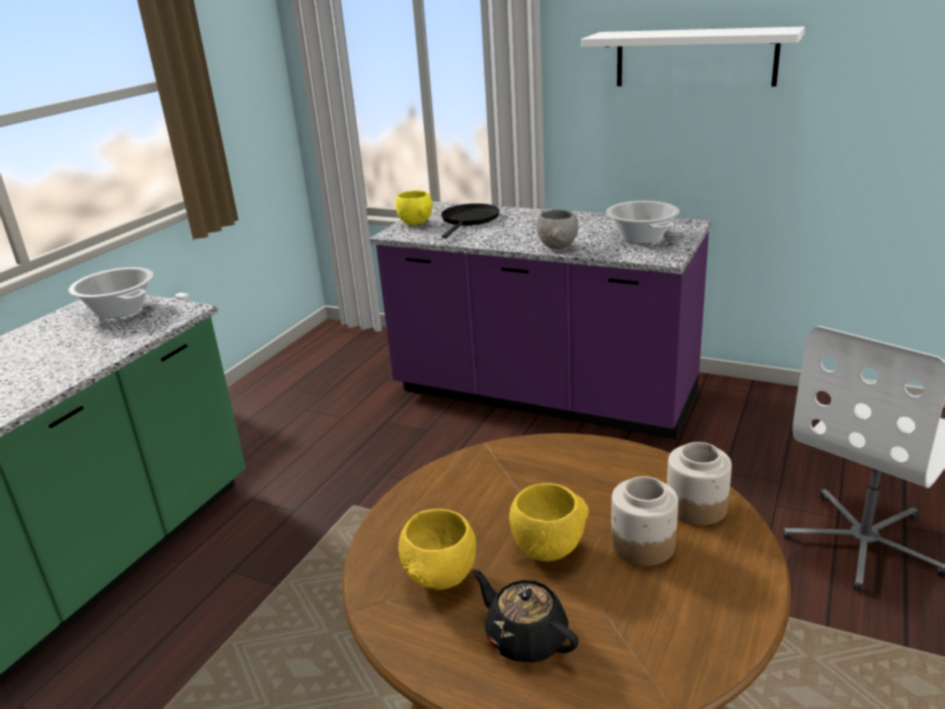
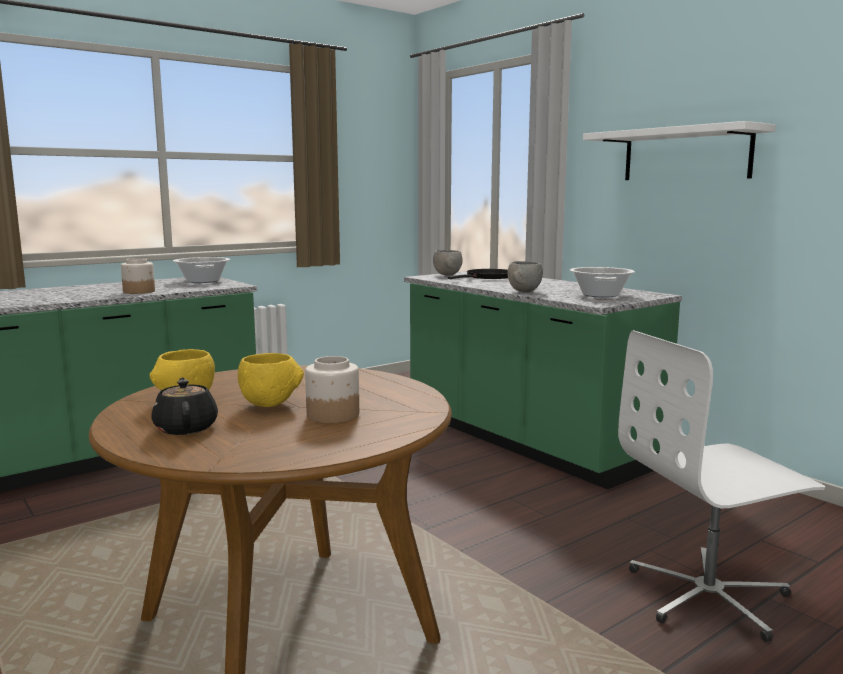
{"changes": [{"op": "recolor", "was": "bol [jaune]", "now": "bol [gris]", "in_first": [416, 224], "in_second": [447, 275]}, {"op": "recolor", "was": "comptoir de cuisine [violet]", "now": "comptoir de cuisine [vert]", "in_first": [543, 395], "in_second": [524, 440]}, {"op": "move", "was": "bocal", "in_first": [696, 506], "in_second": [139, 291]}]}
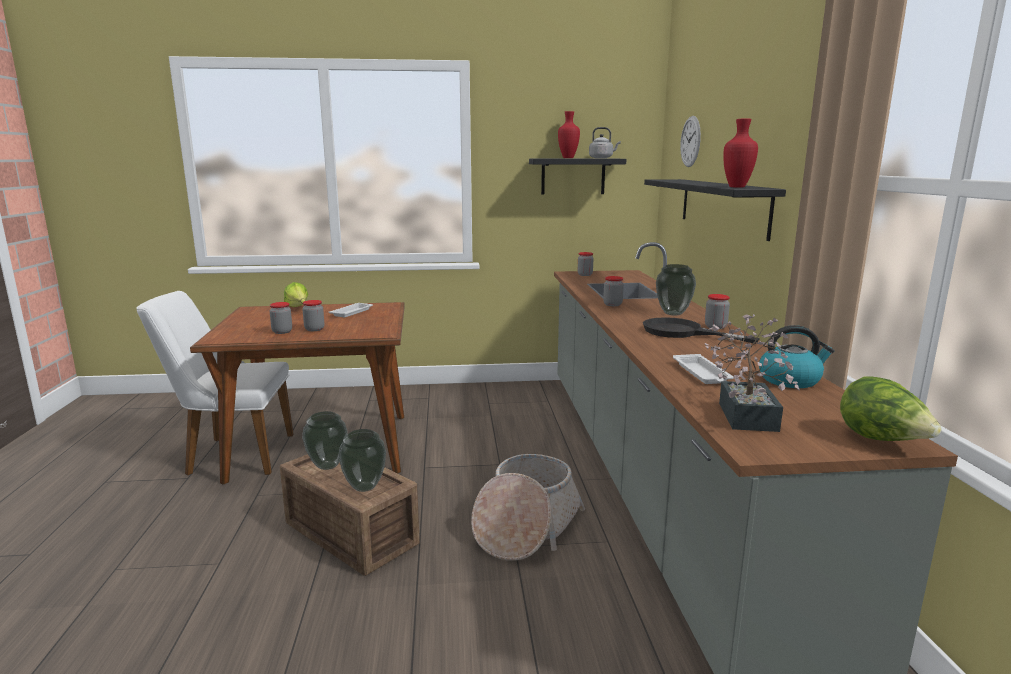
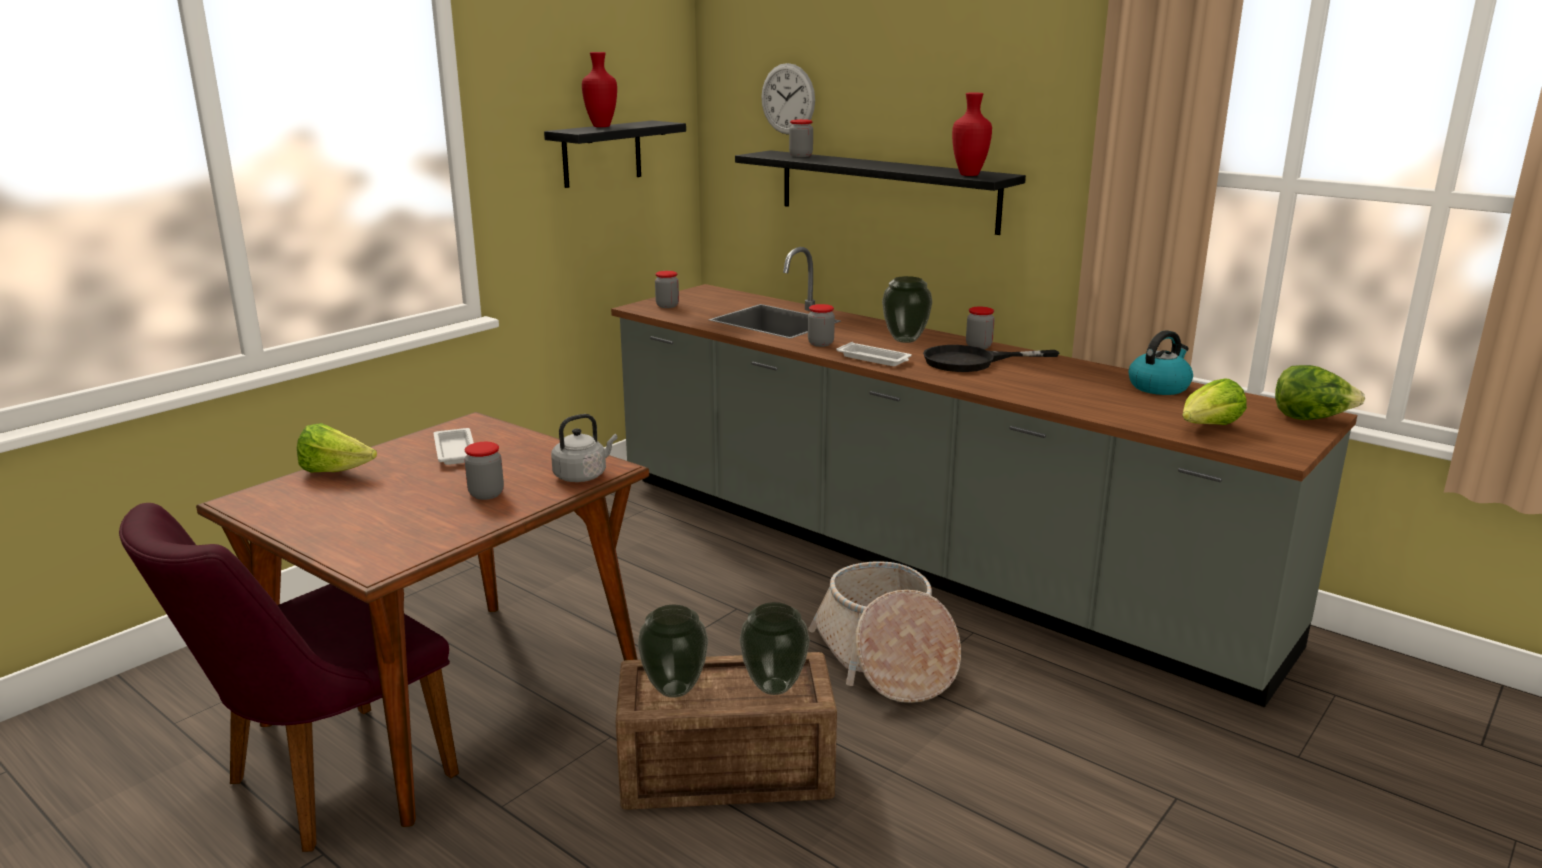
{"changes": [{"op": "move", "was": "bouilloire [gris]", "in_first": [602, 158], "in_second": [583, 475]}, {"op": "recolor", "was": "chaise [blanc]", "now": "chaise [violet]", "in_first": [231, 454], "in_second": [321, 785]}, {"op": "move", "was": "bocal", "in_first": [282, 331], "in_second": [801, 156]}, {"op": "replace", "was": "plante en pot", "now": "laitue", "in_first": [746, 413], "in_second": [1208, 427]}, {"op": "move", "was": "plateau [blanc]", "in_first": [702, 373], "in_second": [875, 359]}]}
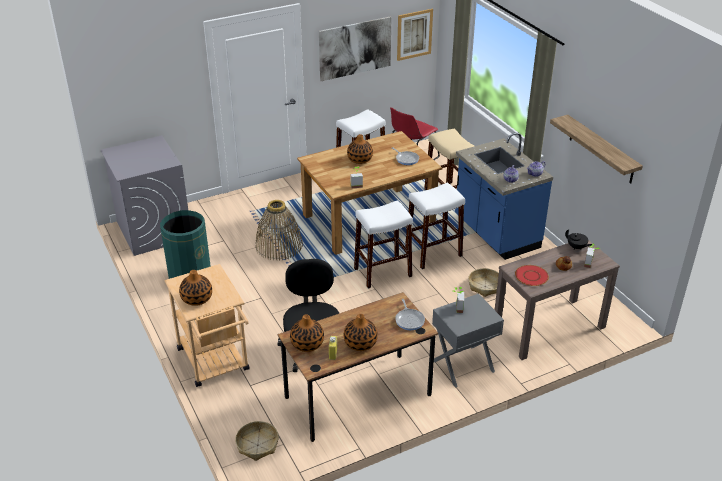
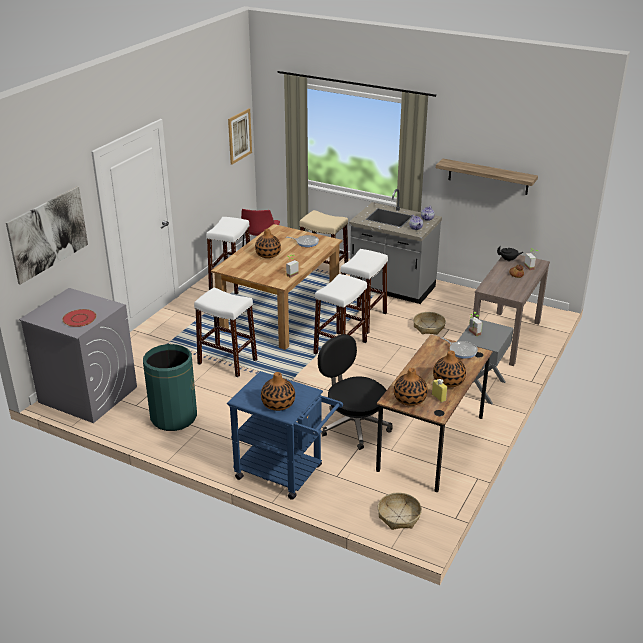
{"changes": [{"op": "move", "was": "tableau", "in_first": [355, 48], "in_second": [48, 234]}, {"op": "recolor", "was": "comptoir de cuisine [bleu]", "now": "comptoir de cuisine [gris]", "in_first": [495, 234], "in_second": [392, 288]}, {"op": "replace", "was": "panier", "now": "tabouret [blanc]", "in_first": [279, 246], "in_second": [227, 361]}, {"op": "recolor", "was": "chariot [beige]", "now": "chariot [bleu]", "in_first": [215, 363], "in_second": [285, 474]}, {"op": "move", "was": "assiette [rouge]", "in_first": [531, 276], "in_second": [79, 318]}]}
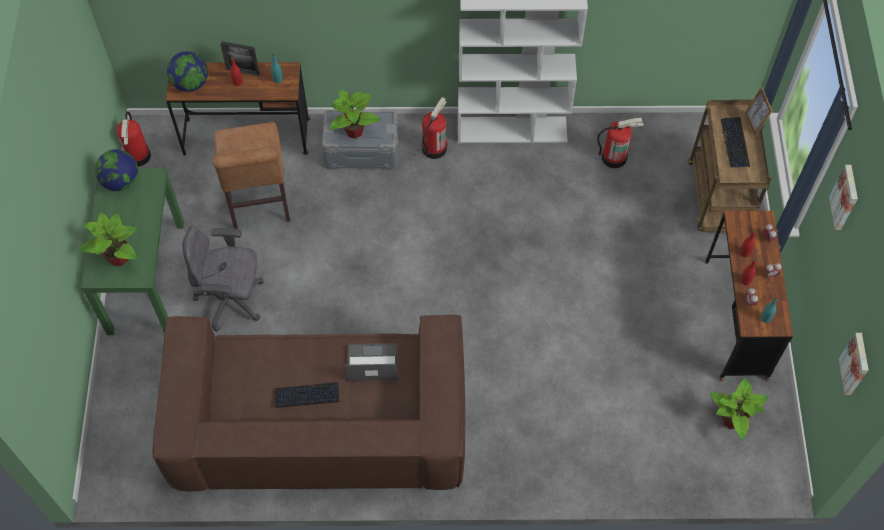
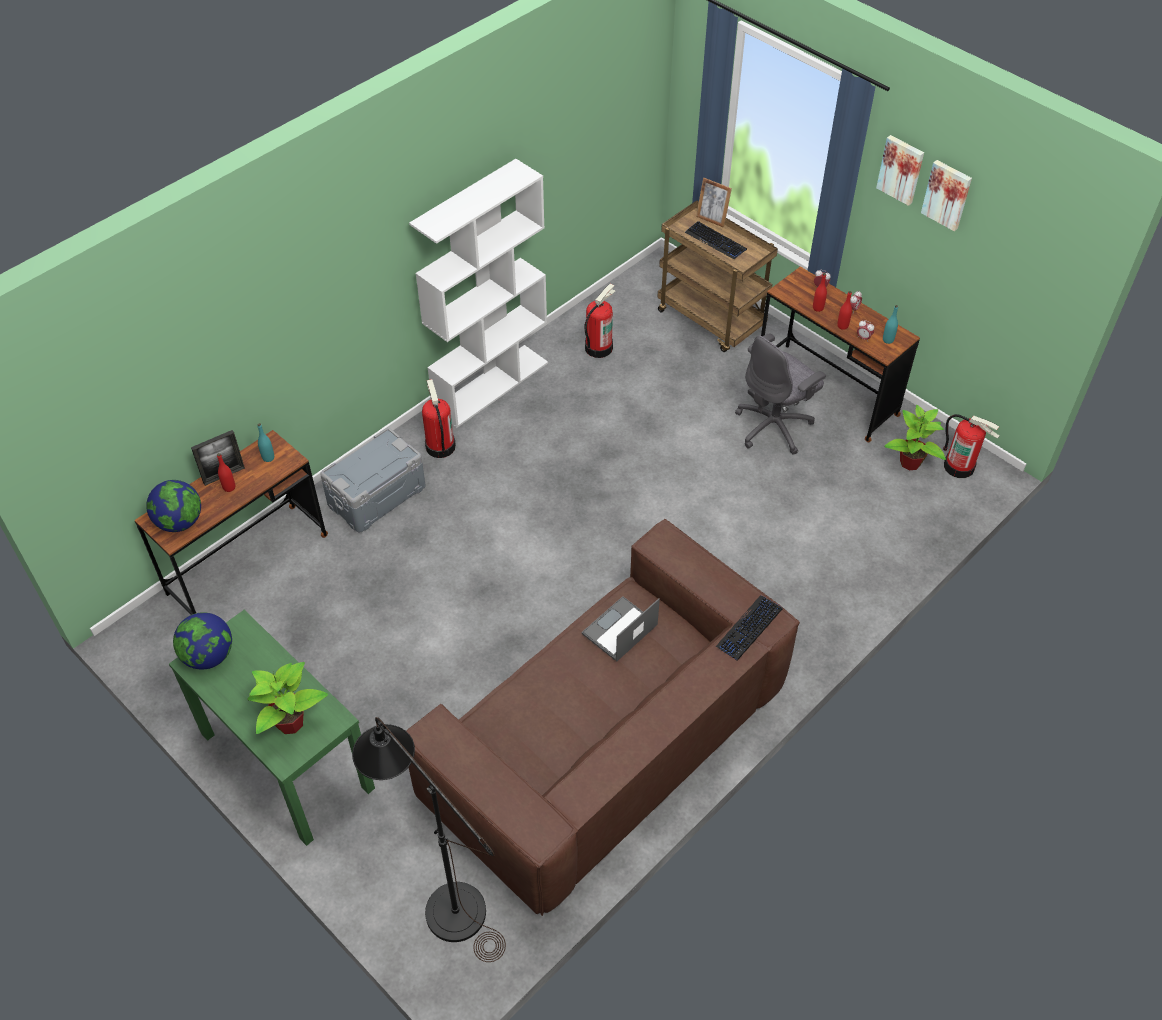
{"changes": [{"op": "delete", "was": "plante en pot", "in_first": [354, 131]}, {"op": "move", "was": "extincteur", "in_first": [138, 156], "in_second": [959, 466]}, {"op": "delete", "was": "chaise [marron]", "in_first": [259, 203]}, {"op": "move", "was": "chaise de bureau [gris]", "in_first": [232, 300], "in_second": [774, 426]}, {"op": "move", "was": "tableau", "in_first": [856, 364], "in_second": [947, 194]}, {"op": "move", "was": "clavier", "in_first": [307, 395], "in_second": [749, 628]}, {"op": "insert", "now": "lampadaire [noir]", "in_second": [444, 900]}]}
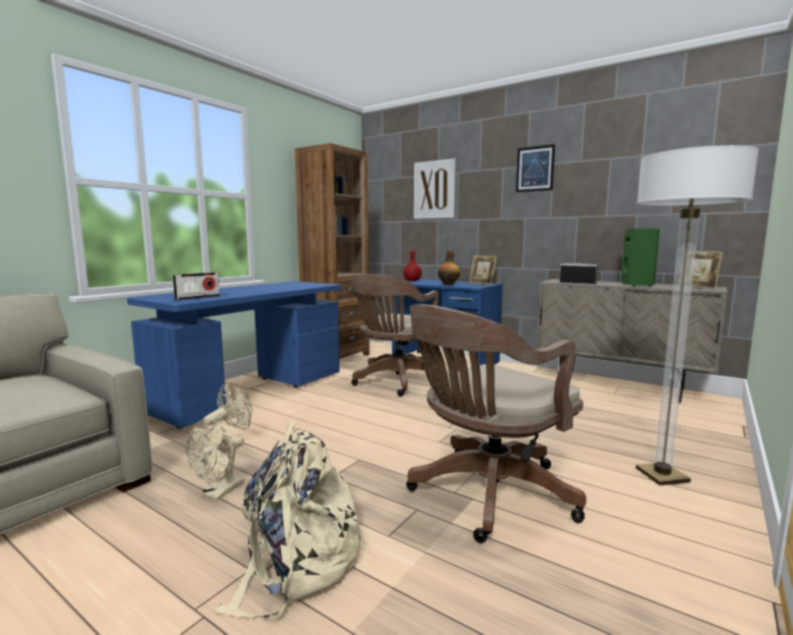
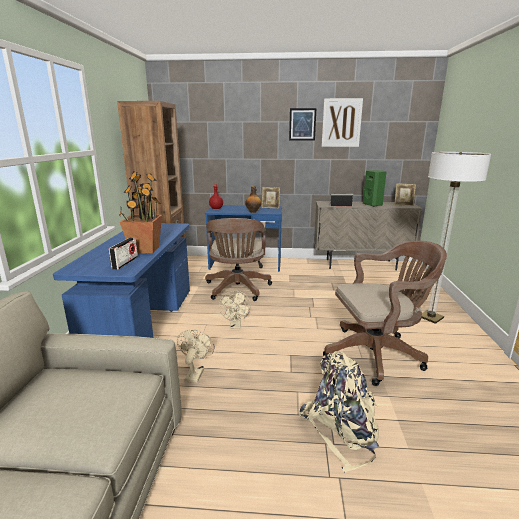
{"changes": [{"op": "move", "was": "tableau", "in_first": [434, 189], "in_second": [341, 123]}, {"op": "rotate", "was": "chaise de bureau [marron]", "in_first": [486, 495], "in_second": [377, 354], "clockwise": -120}, {"op": "move", "was": "ventilateur [beige]", "in_first": [219, 492], "in_second": [235, 326]}, {"op": "insert", "now": "plante en pot", "in_second": [145, 249]}]}
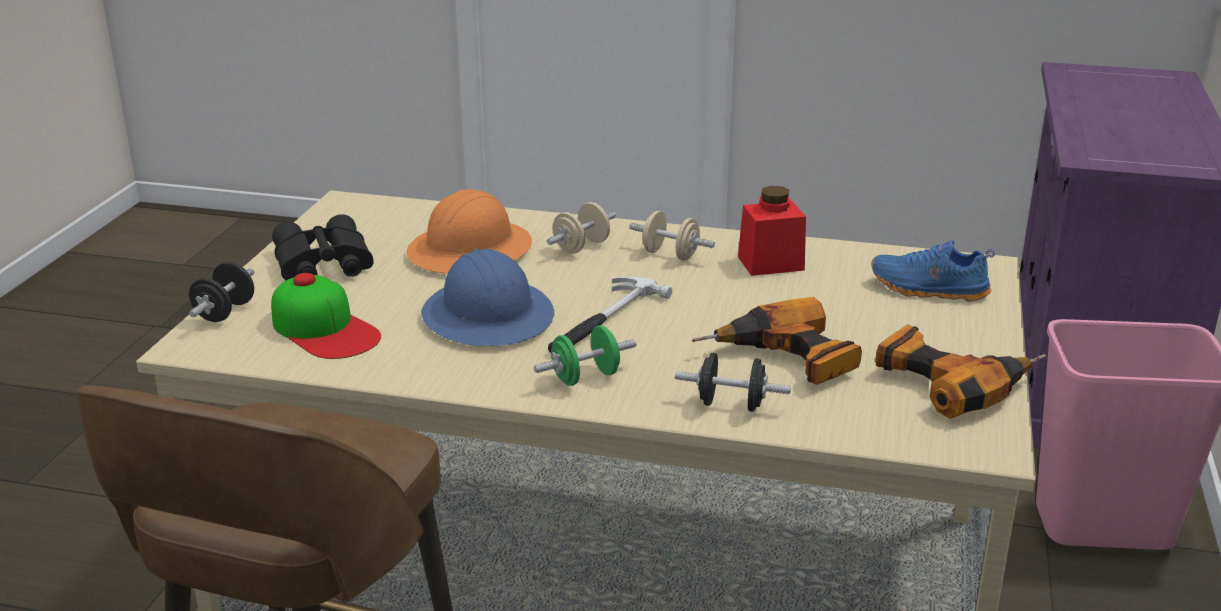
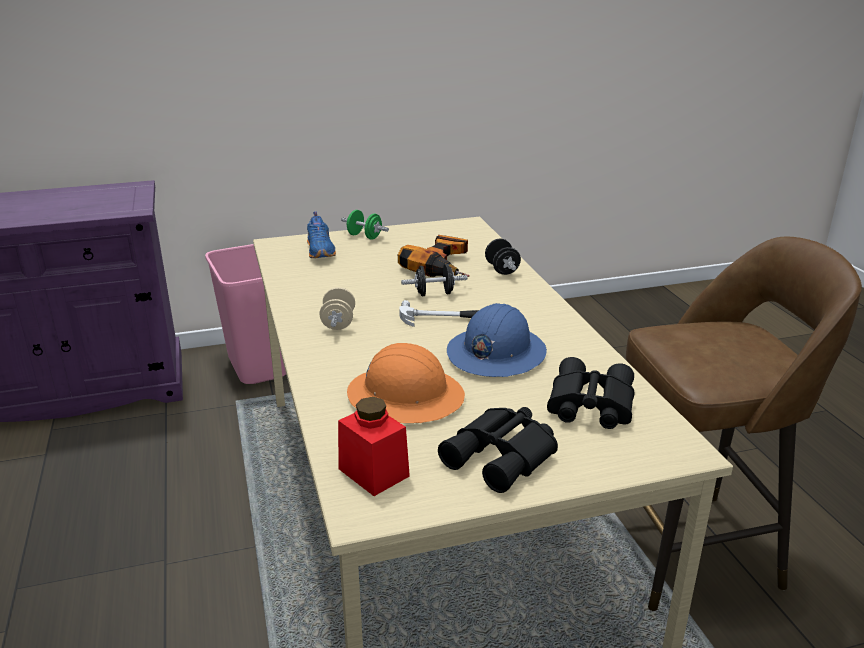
{"changes": [{"op": "move", "was": "bocal [rouge]", "in_first": [770, 263], "in_second": [373, 472]}, {"op": "delete", "was": "haltère [beige]", "in_first": [581, 247]}, {"op": "move", "was": "haltère [noir]", "in_first": [225, 312], "in_second": [434, 294]}, {"op": "replace", "was": "casquette", "now": "jumelles [noir]", "in_first": [325, 329], "in_second": [588, 405]}, {"op": "move", "was": "haltère [vert]", "in_first": [585, 377], "in_second": [364, 236]}, {"op": "delete", "was": "perceuse", "in_first": [950, 381]}]}
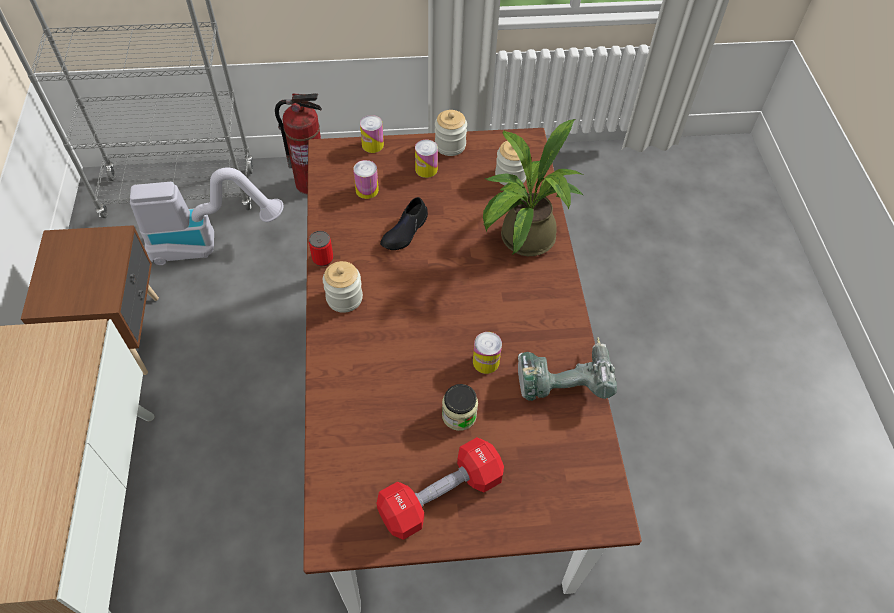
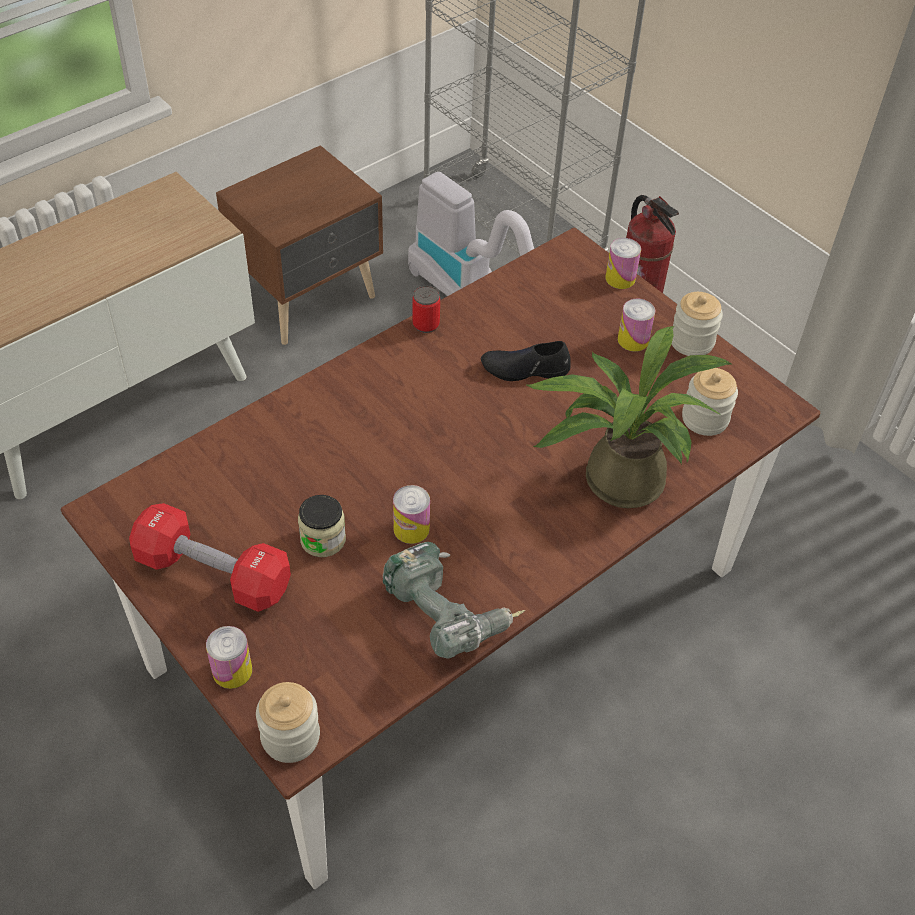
{"changes": [{"op": "move", "was": "boîte métallique", "in_first": [367, 190], "in_second": [232, 671]}, {"op": "move", "was": "bocal", "in_first": [344, 298], "in_second": [290, 737]}]}
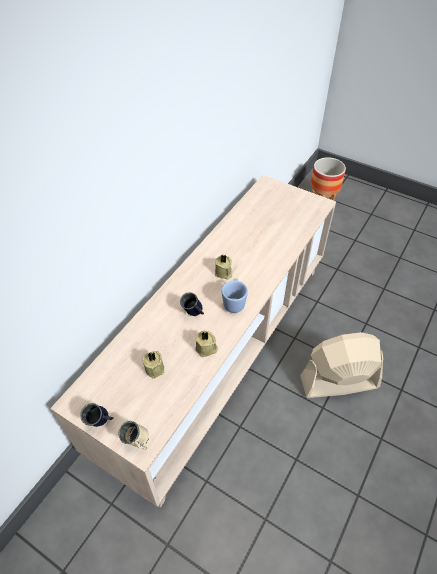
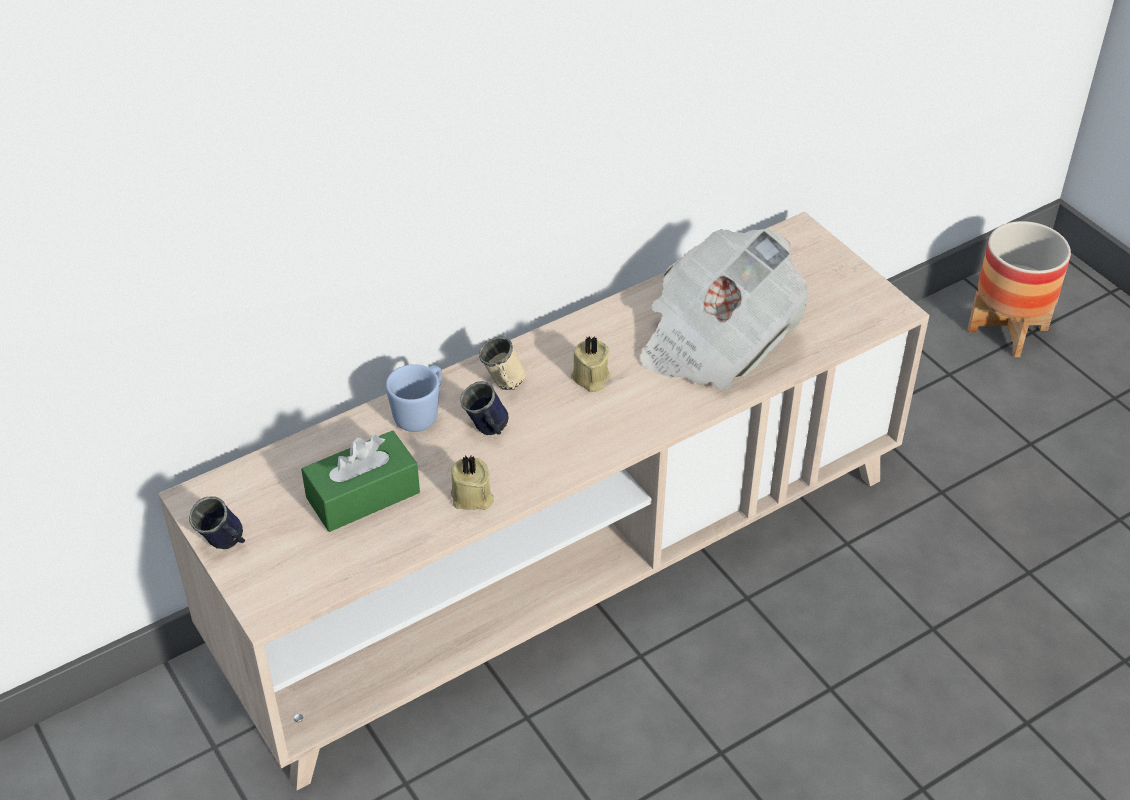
{"changes": [{"op": "move", "was": "mug [bleu]", "in_first": [234, 302], "in_second": [421, 414]}, {"op": "delete", "was": "ventilateur [beige]", "in_first": [338, 382]}, {"op": "replace", "was": "bougie [beige]", "now": "boîte à mouchoirs [vert]", "in_first": [155, 368], "in_second": [363, 495]}, {"op": "move", "was": "mug [beige]", "in_first": [138, 443], "in_second": [504, 386]}, {"op": "insert", "now": "journal", "in_second": [716, 341]}]}
